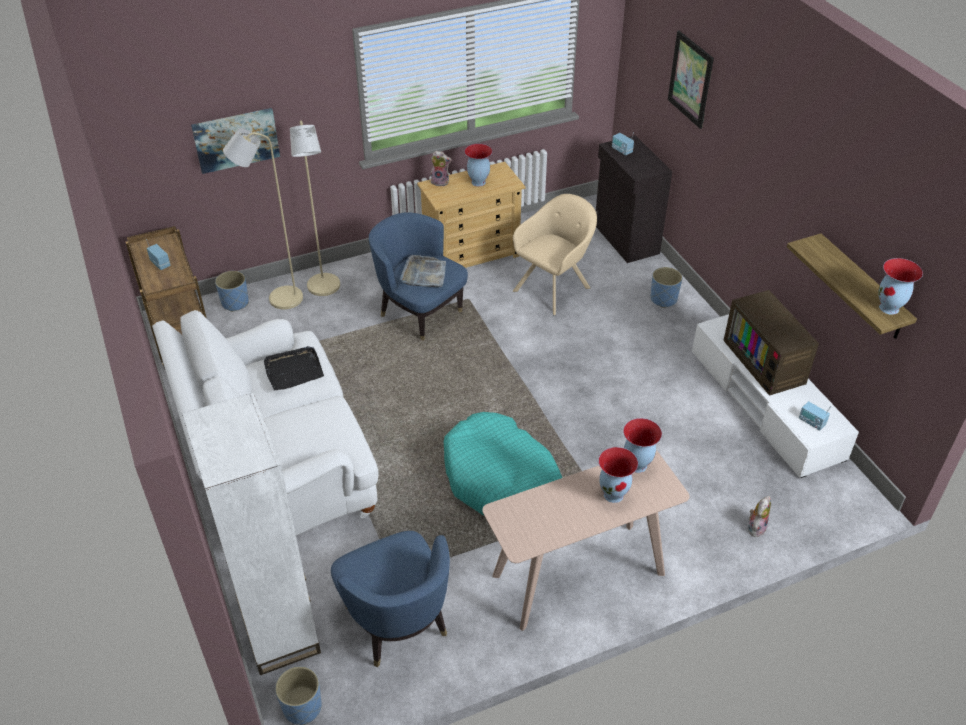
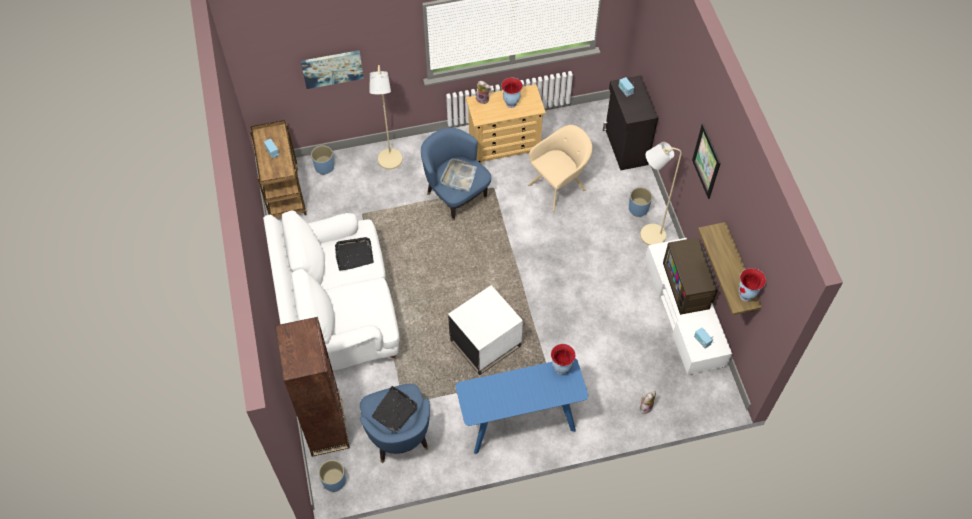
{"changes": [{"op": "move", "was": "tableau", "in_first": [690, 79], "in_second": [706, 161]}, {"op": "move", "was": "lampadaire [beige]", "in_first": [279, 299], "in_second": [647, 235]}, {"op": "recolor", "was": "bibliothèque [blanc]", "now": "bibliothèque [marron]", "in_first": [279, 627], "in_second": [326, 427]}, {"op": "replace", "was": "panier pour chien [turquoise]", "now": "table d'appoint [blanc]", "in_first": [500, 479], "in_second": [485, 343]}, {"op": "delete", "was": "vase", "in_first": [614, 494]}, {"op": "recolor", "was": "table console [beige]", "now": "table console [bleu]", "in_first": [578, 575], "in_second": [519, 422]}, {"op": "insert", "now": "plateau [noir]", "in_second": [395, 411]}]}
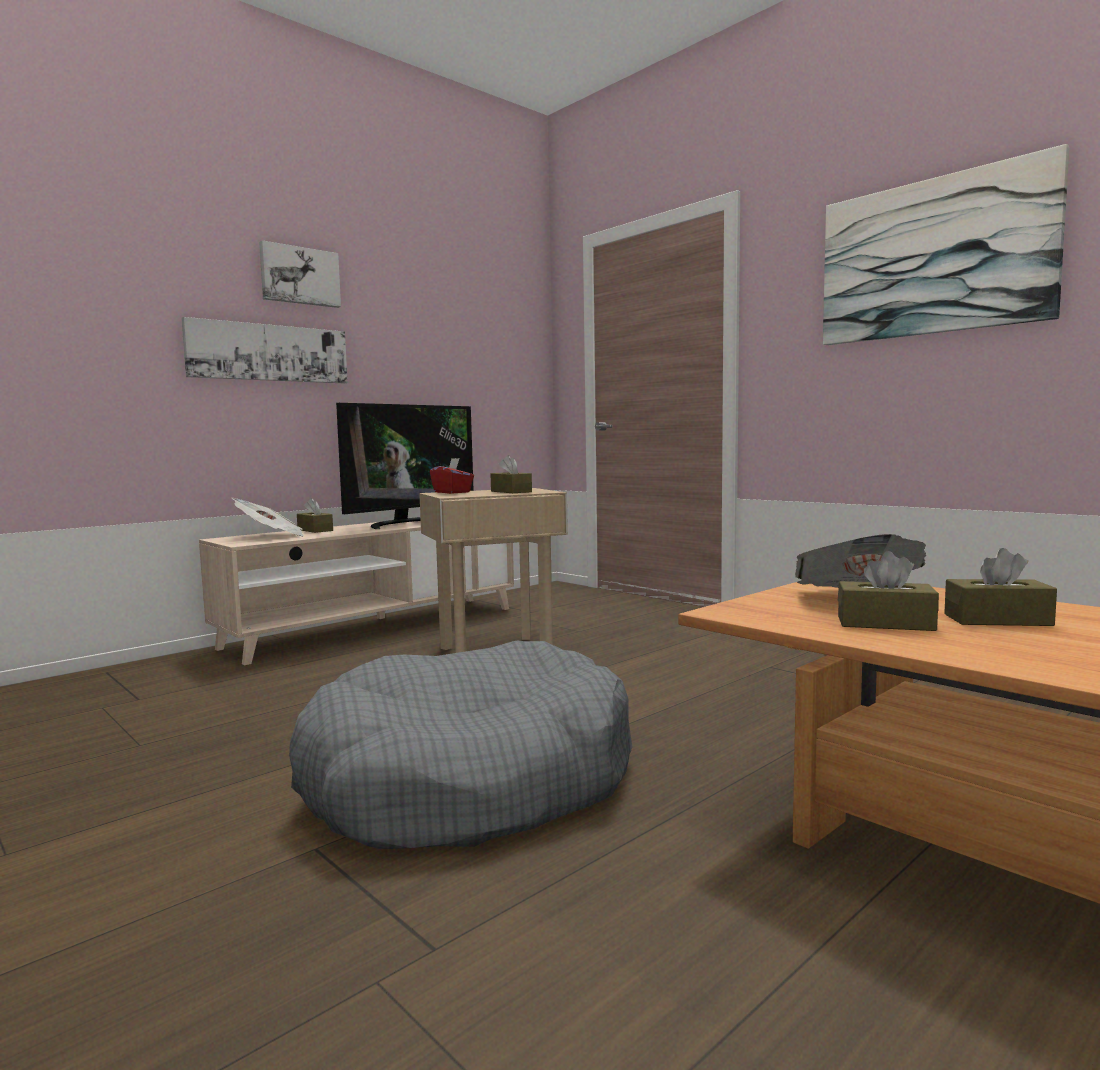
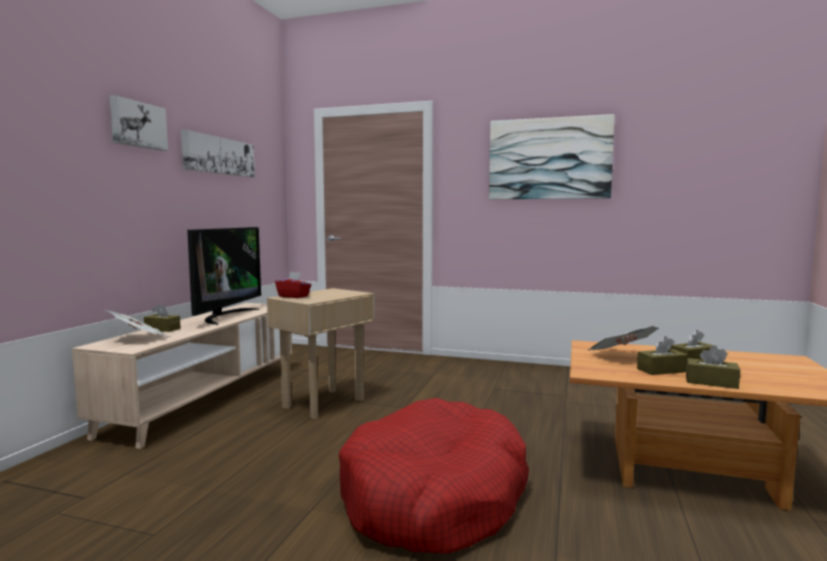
{"changes": [{"op": "move", "was": "tableau", "in_first": [269, 353], "in_second": [219, 155]}, {"op": "move", "was": "boîte à mouchoirs [marron]", "in_first": [511, 491], "in_second": [711, 382]}, {"op": "recolor", "was": "panier pour chien [gris]", "now": "panier pour chien [rouge]", "in_first": [469, 781], "in_second": [434, 496]}]}
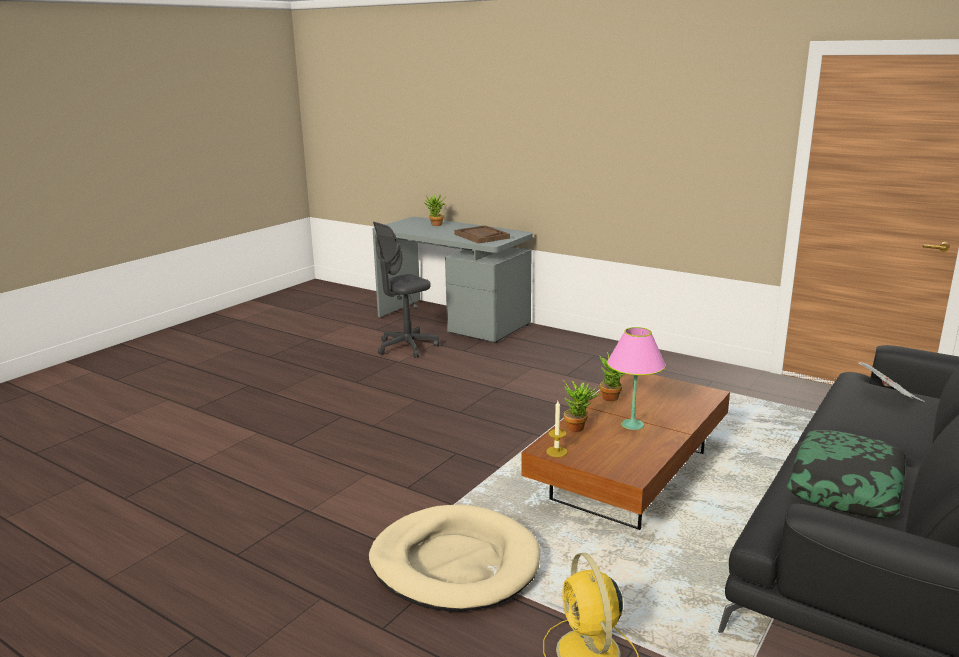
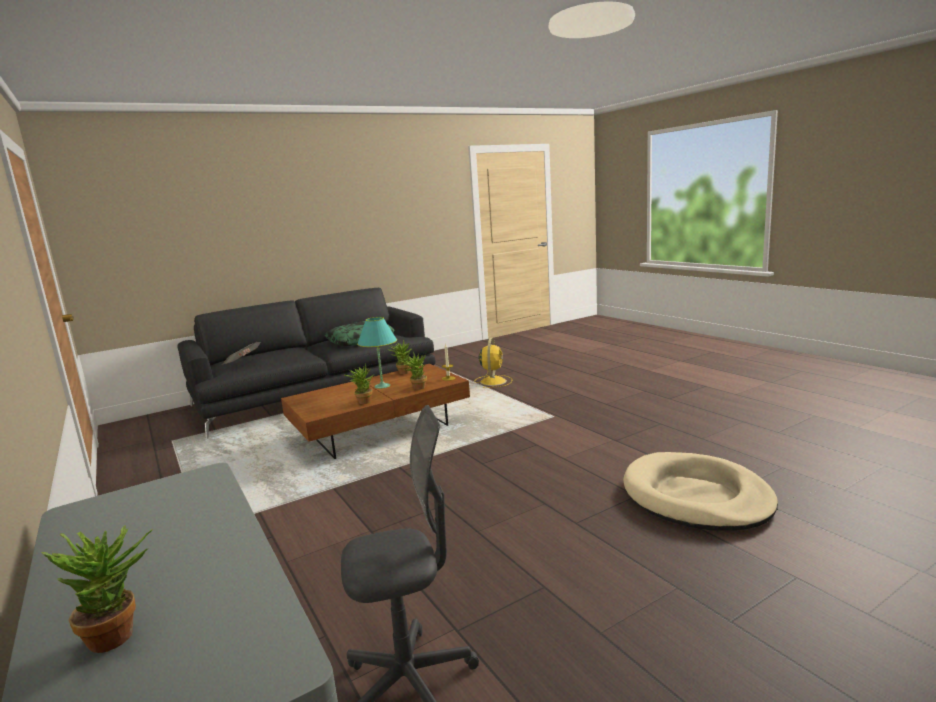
{"changes": [{"op": "delete", "was": "plateau [marron]", "in_first": [481, 236]}, {"op": "recolor", "was": "lampe de table [rose]", "now": "lampe de table [turquoise]", "in_first": [632, 425], "in_second": [382, 386]}, {"op": "move", "was": "panier pour chien [beige]", "in_first": [455, 563], "in_second": [696, 497]}, {"op": "insert", "now": "plante en pot", "in_second": [402, 372]}]}
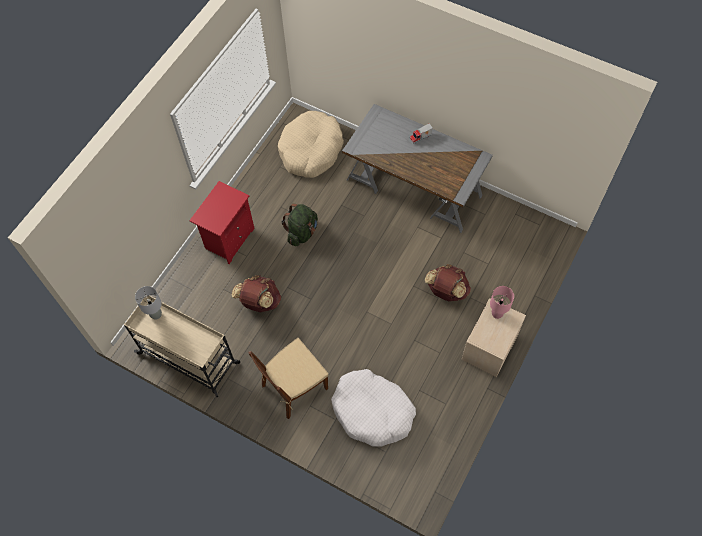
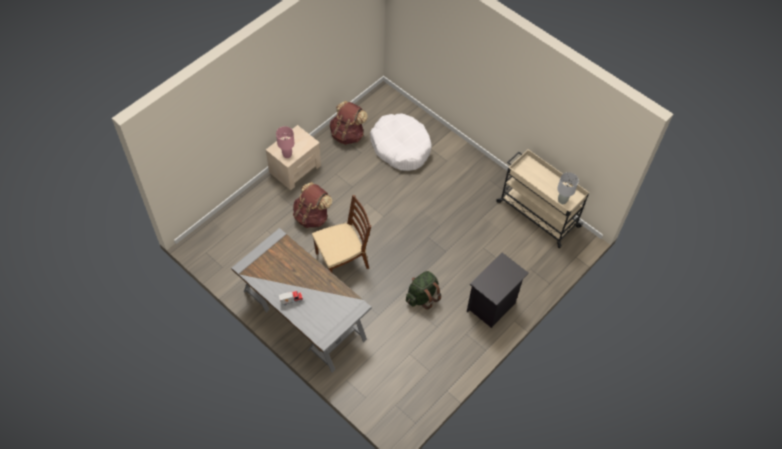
{"changes": [{"op": "delete", "was": "panier pour chien [beige]", "in_first": [311, 150]}, {"op": "recolor", "was": "table de chevet [rouge]", "now": "table de chevet [noir]", "in_first": [229, 239], "in_second": [492, 306]}, {"op": "move", "was": "sac à dos [marron]", "in_first": [259, 302], "in_second": [348, 134]}, {"op": "move", "was": "chaise [marron]", "in_first": [294, 387], "in_second": [342, 260]}]}
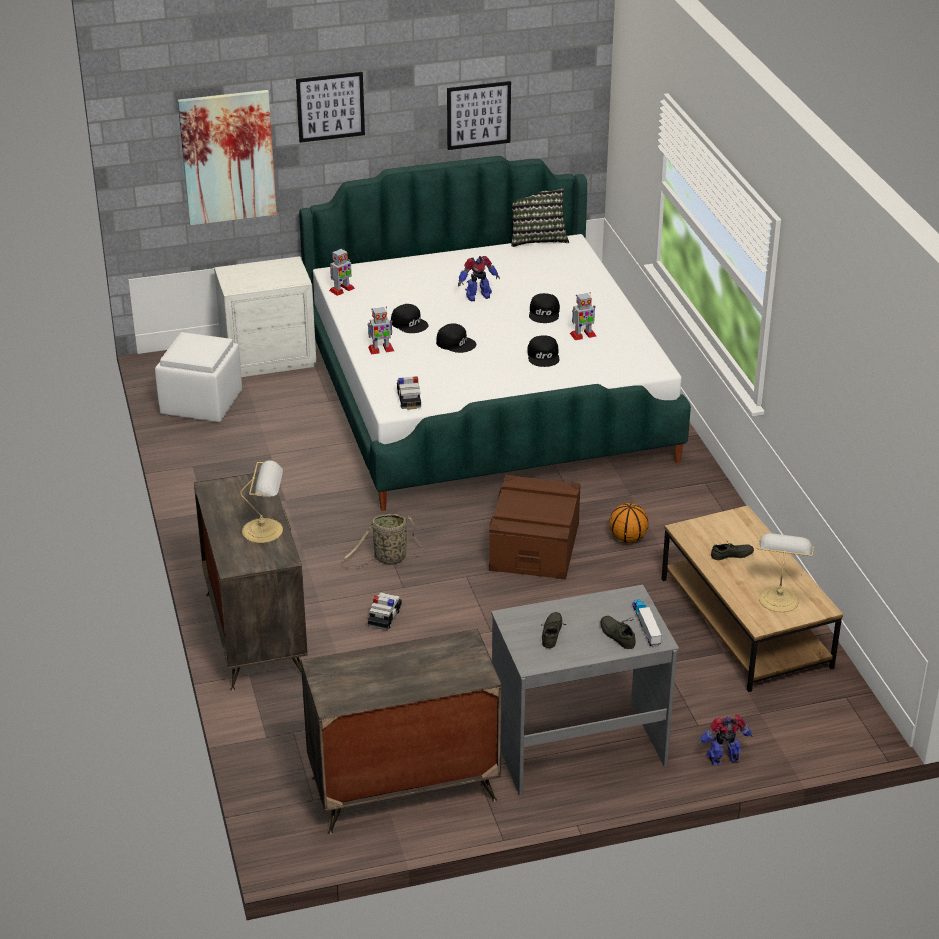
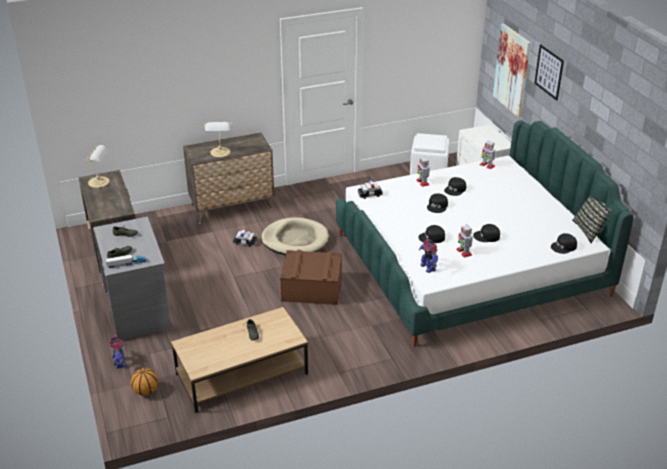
{"changes": [{"op": "delete", "was": "tableau", "in_first": [478, 115]}, {"op": "move", "was": "robot jouet", "in_first": [477, 296], "in_second": [428, 267]}, {"op": "move", "was": "ballon de basket", "in_first": [627, 538], "in_second": [145, 391]}, {"op": "replace", "was": "panier", "now": "panier pour chien [beige]", "in_first": [388, 559], "in_second": [295, 240]}, {"op": "move", "was": "lampe de table", "in_first": [778, 598], "in_second": [100, 182]}, {"op": "insert", "now": "casquette [noir]", "in_second": [564, 247]}]}
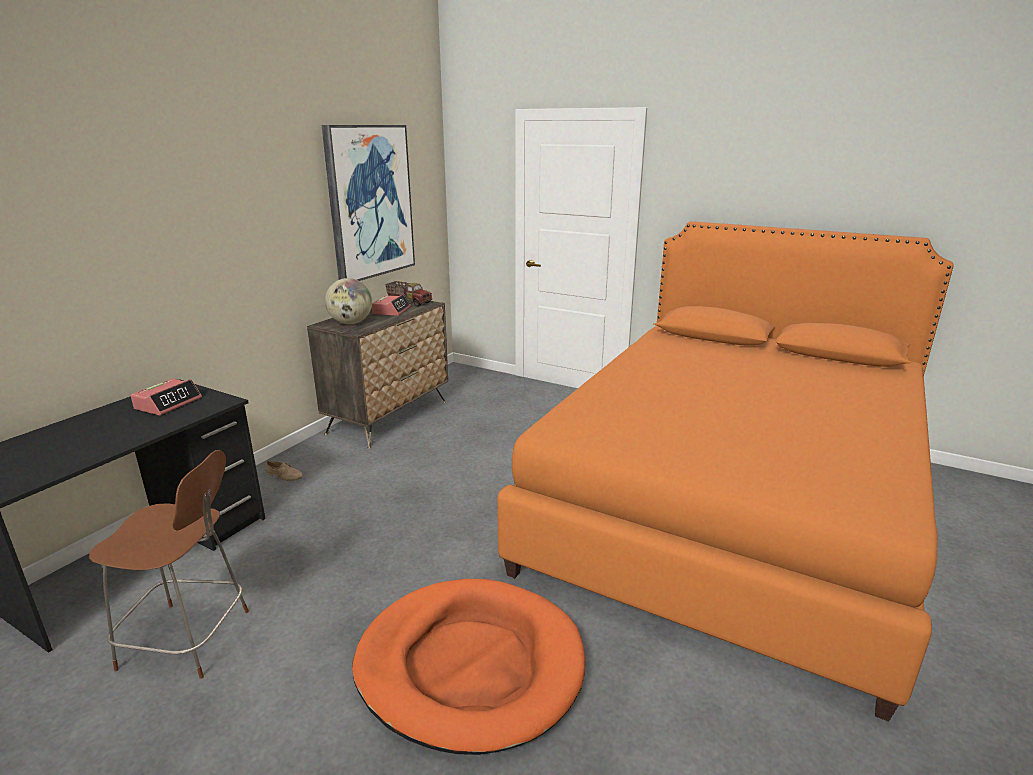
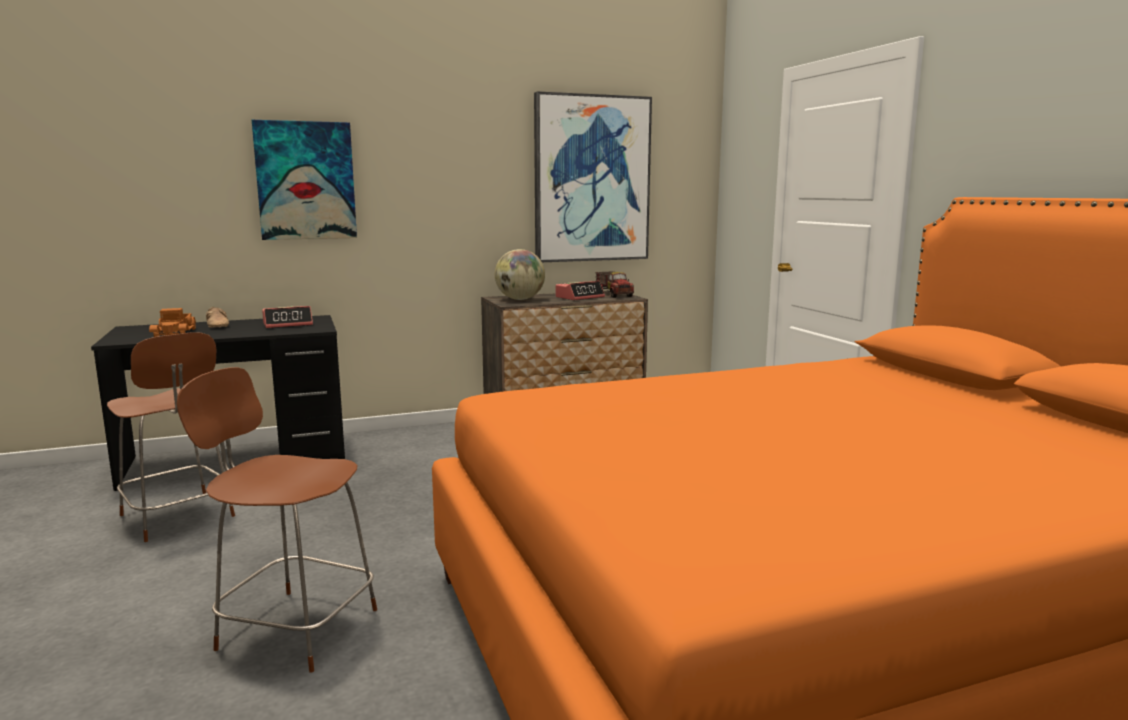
{"changes": [{"op": "move", "was": "chaussure [beige]", "in_first": [285, 475], "in_second": [219, 325]}, {"op": "replace", "was": "panier pour chien [orange]", "now": "chaise [marron]", "in_first": [470, 666], "in_second": [294, 628]}, {"op": "insert", "now": "tableau", "in_second": [306, 181]}, {"op": "insert", "now": "camion jouet", "in_second": [176, 333]}]}
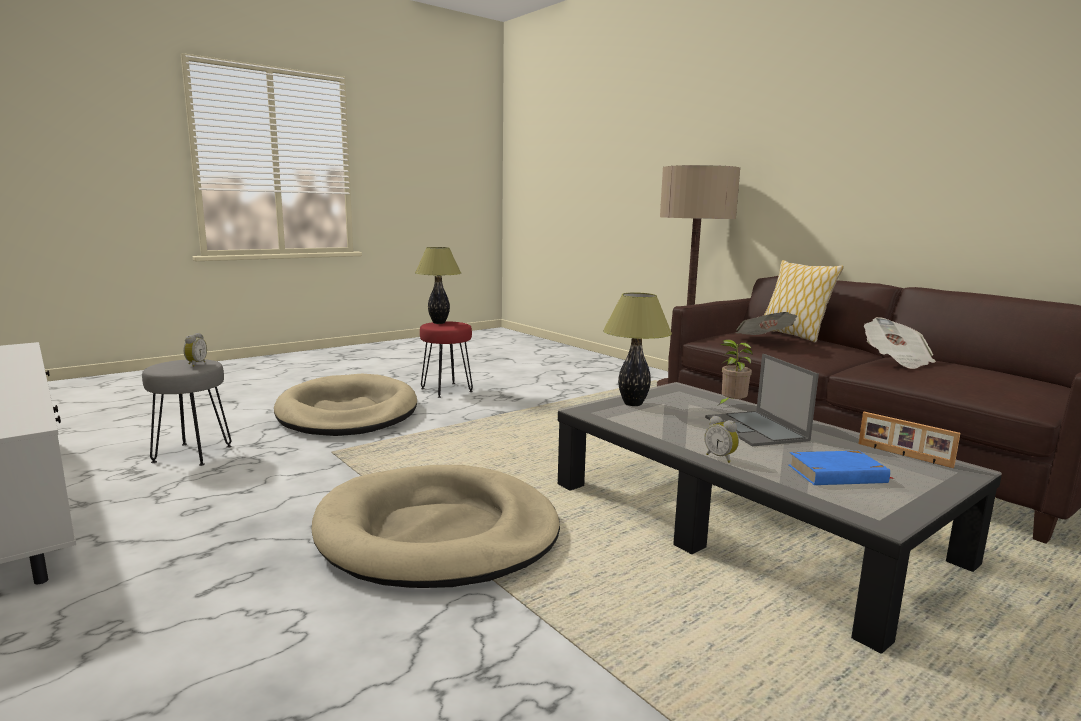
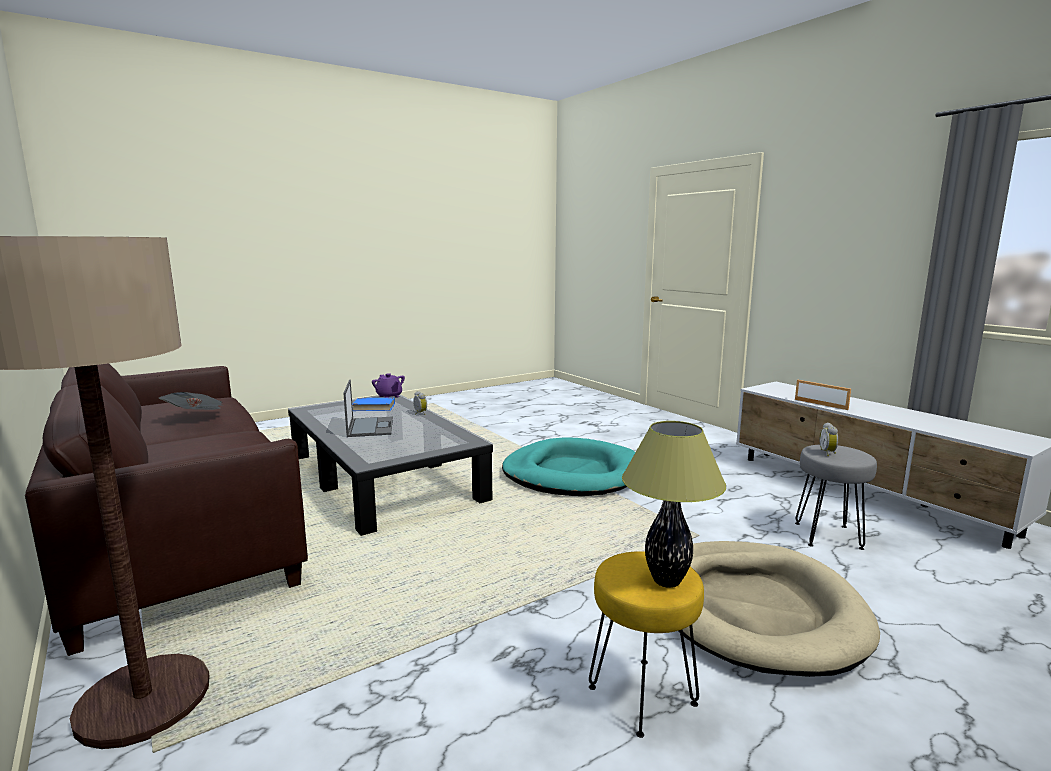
{"changes": [{"op": "delete", "was": "coussin", "in_first": [793, 335]}, {"op": "delete", "was": "lampe de table", "in_first": [632, 404]}, {"op": "delete", "was": "journal", "in_first": [763, 340]}, {"op": "recolor", "was": "tabouret [rouge]", "now": "tabouret [jaune]", "in_first": [447, 390], "in_second": [640, 695]}, {"op": "delete", "was": "plante en pot", "in_first": [731, 405]}, {"op": "move", "was": "cadre photo", "in_first": [903, 455], "in_second": [821, 404]}, {"op": "recolor", "was": "panier pour chien [beige]", "now": "panier pour chien [turquoise]", "in_first": [438, 533], "in_second": [572, 474]}, {"op": "insert", "now": "théière [violet]", "in_second": [389, 396]}]}
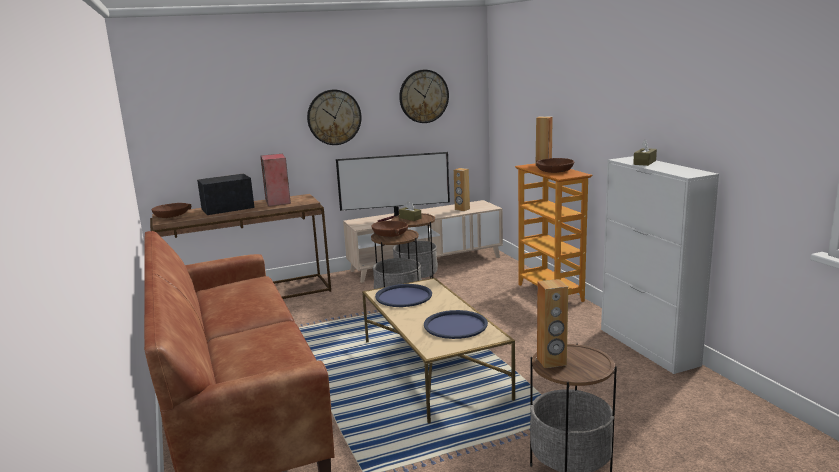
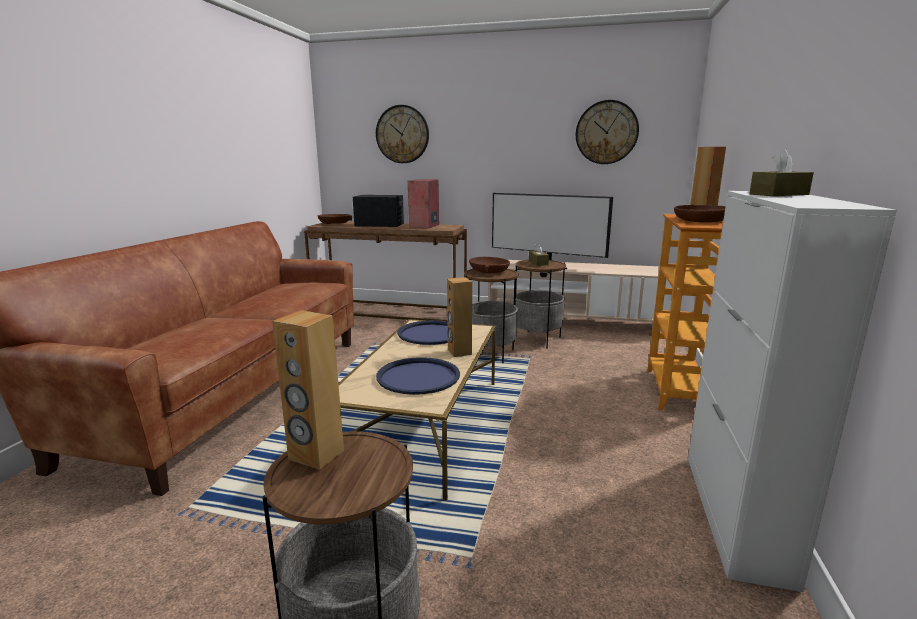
{"changes": [{"op": "move", "was": "horloge murale", "in_first": [334, 117], "in_second": [402, 134]}, {"op": "move", "was": "enceinte [marron]", "in_first": [462, 209], "in_second": [459, 352]}]}
